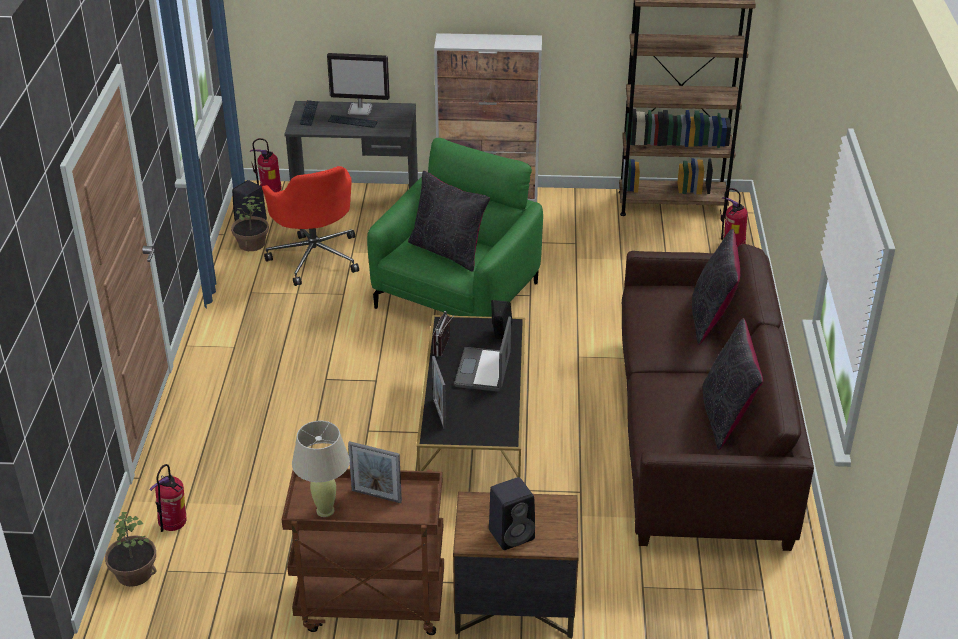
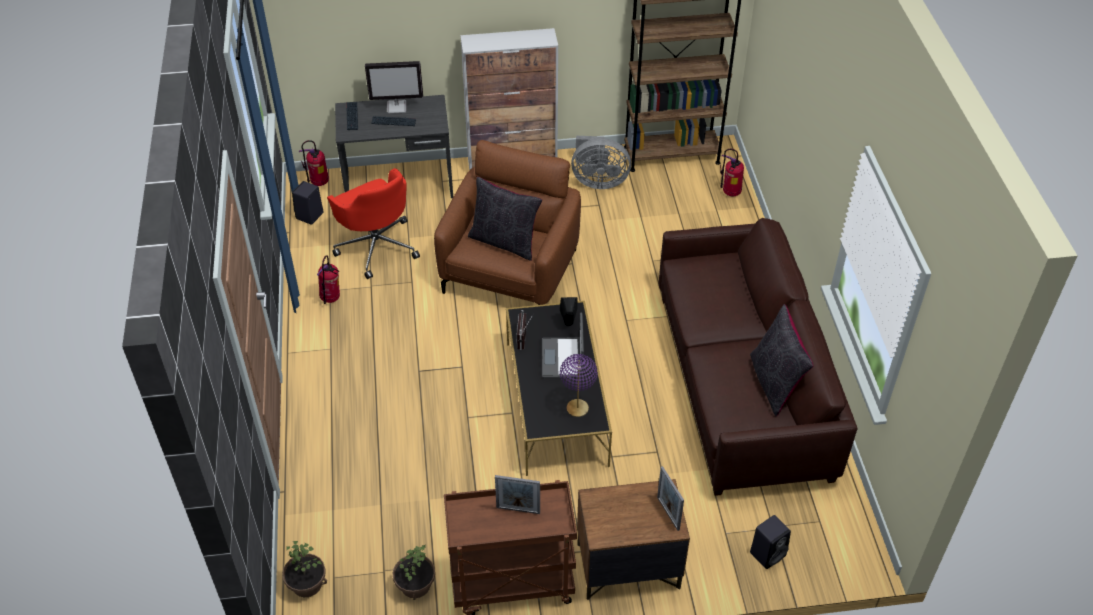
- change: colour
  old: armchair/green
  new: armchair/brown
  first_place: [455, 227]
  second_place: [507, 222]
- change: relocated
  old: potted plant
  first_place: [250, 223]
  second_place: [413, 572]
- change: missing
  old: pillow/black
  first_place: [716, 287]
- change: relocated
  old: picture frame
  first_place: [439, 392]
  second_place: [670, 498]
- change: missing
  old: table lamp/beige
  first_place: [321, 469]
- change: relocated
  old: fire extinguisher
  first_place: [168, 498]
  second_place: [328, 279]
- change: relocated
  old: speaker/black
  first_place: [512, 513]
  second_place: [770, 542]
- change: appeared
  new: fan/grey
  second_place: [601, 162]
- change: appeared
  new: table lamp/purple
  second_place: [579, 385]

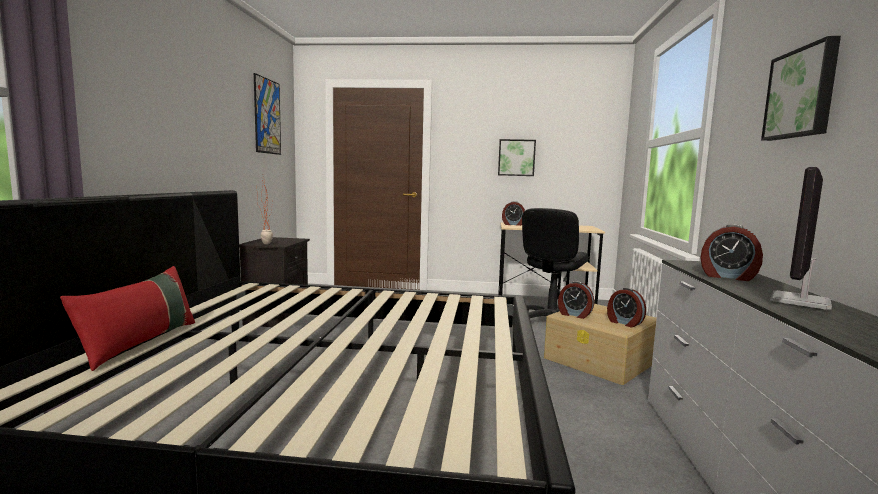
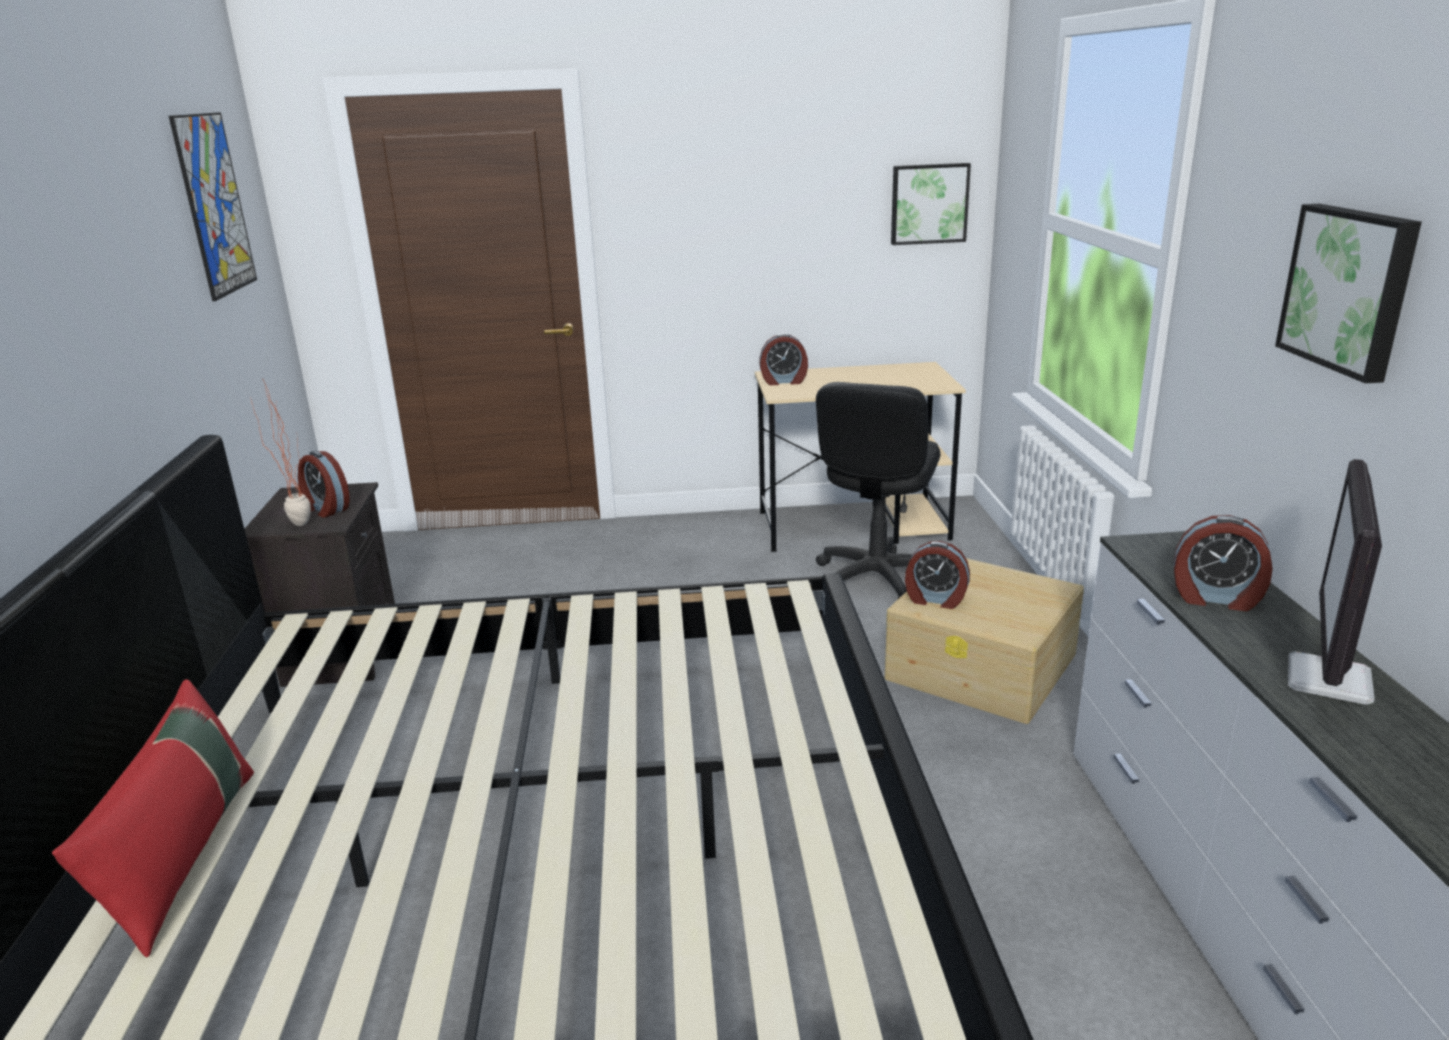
- change: relocated
  old: picture
  first_place: [517, 157]
  second_place: [931, 204]
- change: relocated
  old: alarm clock
  first_place: [626, 307]
  second_place: [324, 484]

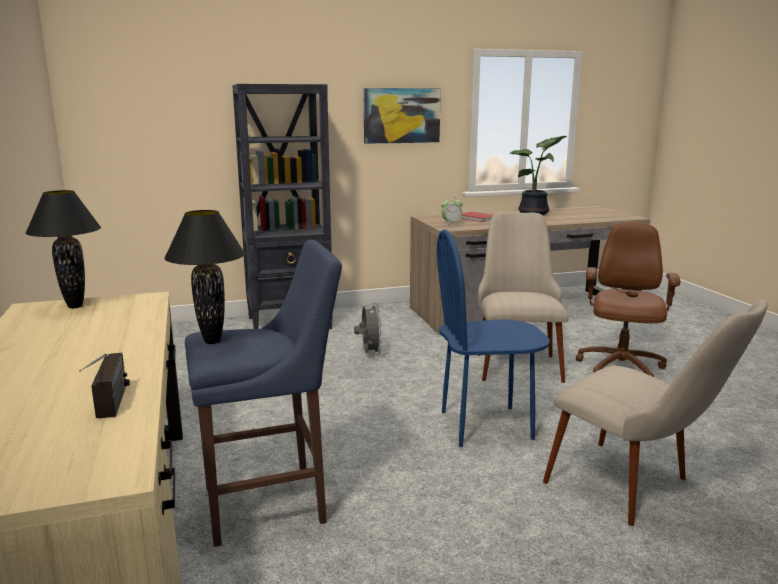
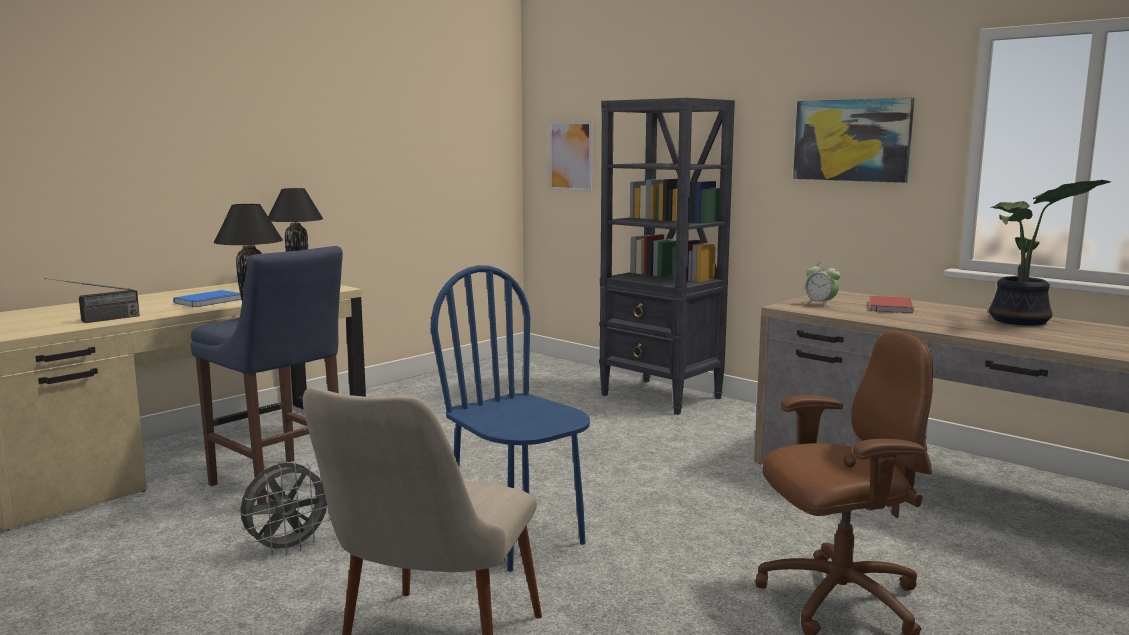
- change: missing
  old: chair/beige
  first_place: [522, 297]
- change: relocated
  old: fan/grey
  first_place: [368, 329]
  second_place: [285, 508]
- change: appeared
  new: picture
  second_place: [571, 156]
- change: appeared
  new: book/blue
  second_place: [207, 298]

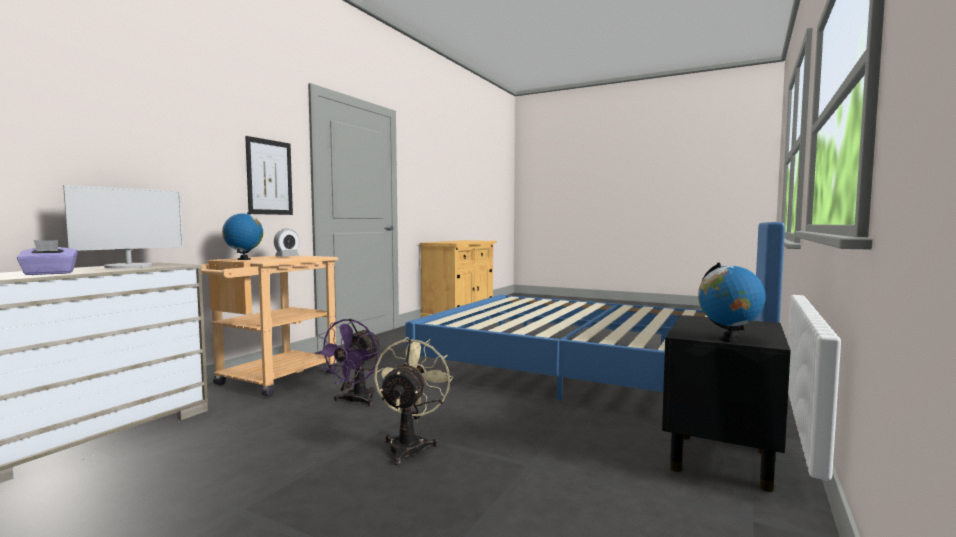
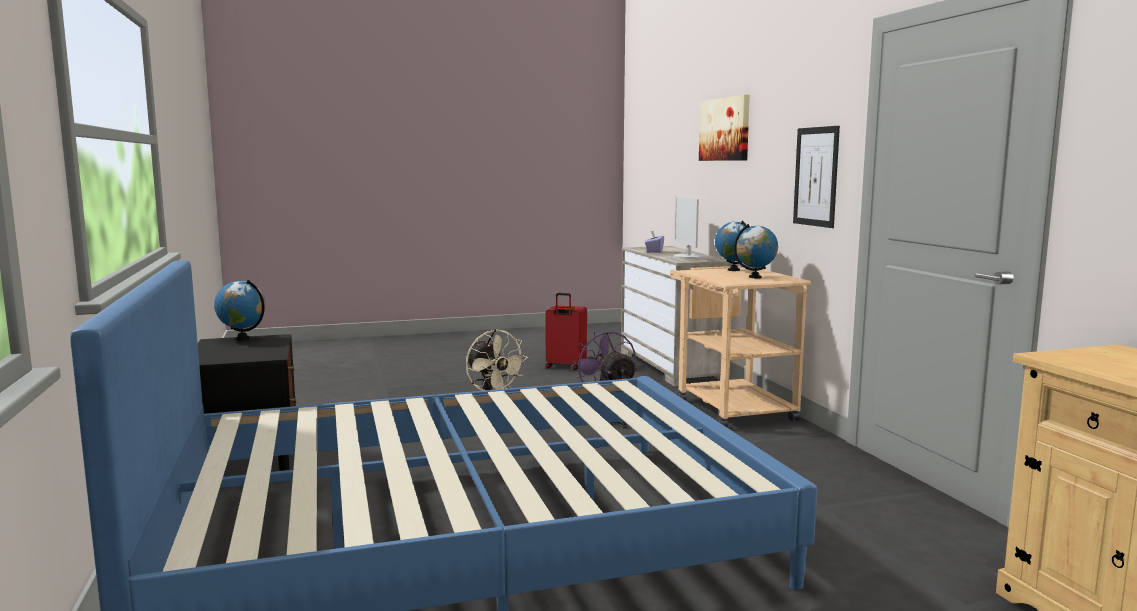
- change: exchanged
  old: alarm clock
  new: globe
  first_place: [286, 243]
  second_place: [756, 251]
- change: appeared
  new: picture
  second_place: [724, 128]
- change: appeared
  new: suitcase/red
  second_place: [566, 331]

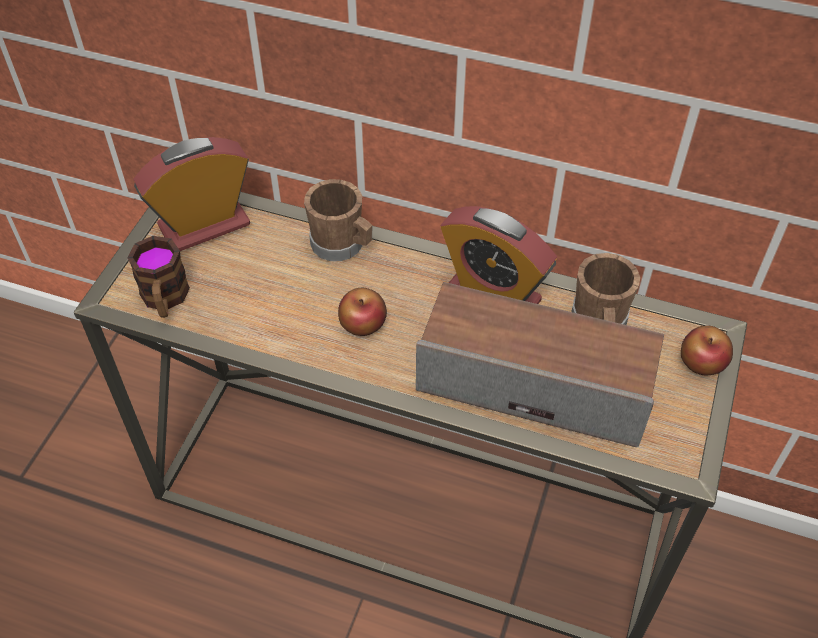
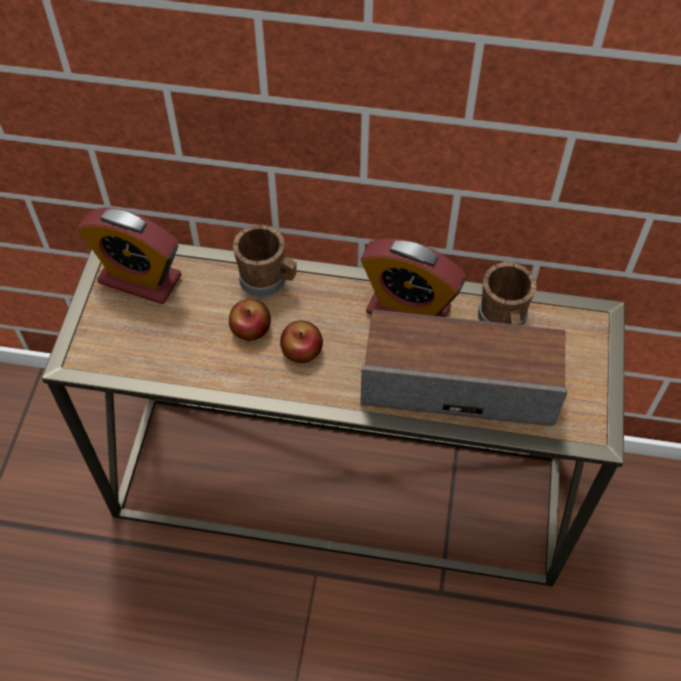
- change: spun
  old: alarm clock
  first_place: [191, 194]
  second_place: [129, 256]
  degrees: -120
- change: missing
  old: mug
  first_place: [159, 277]
- change: relocated
  old: apple
  first_place: [707, 350]
  second_place: [250, 320]

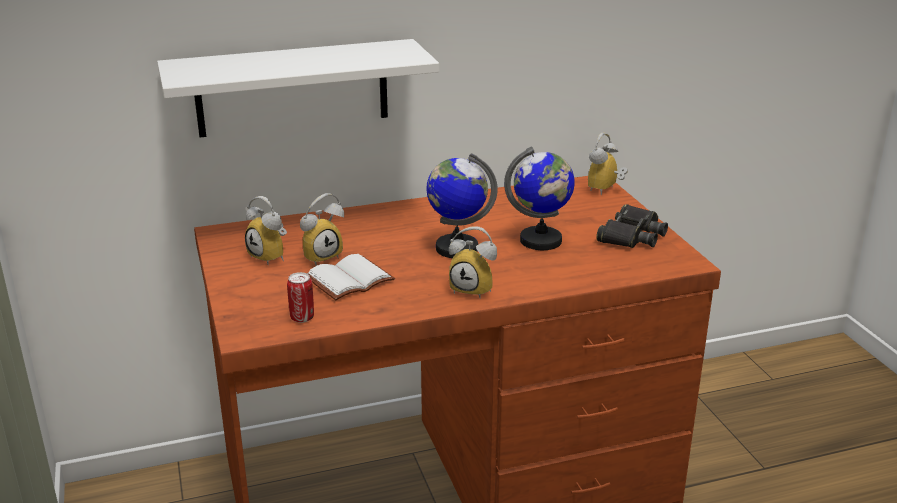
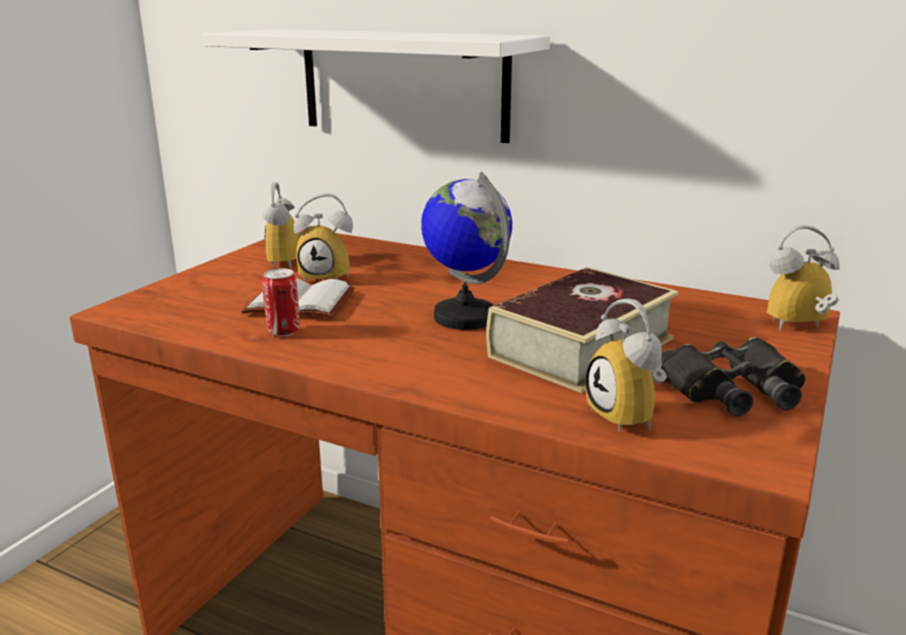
- change: exchanged
  old: globe
  new: book
  first_place: [539, 198]
  second_place: [582, 330]
- change: relocated
  old: alarm clock
  first_place: [473, 262]
  second_place: [626, 366]
- change: relocated
  old: can
  first_place: [300, 297]
  second_place: [281, 302]

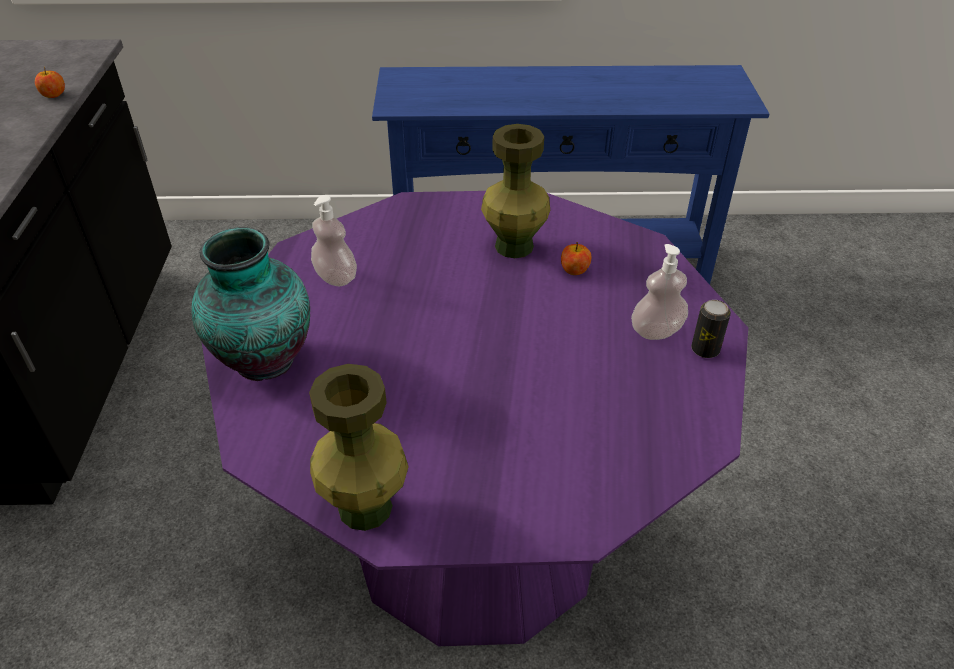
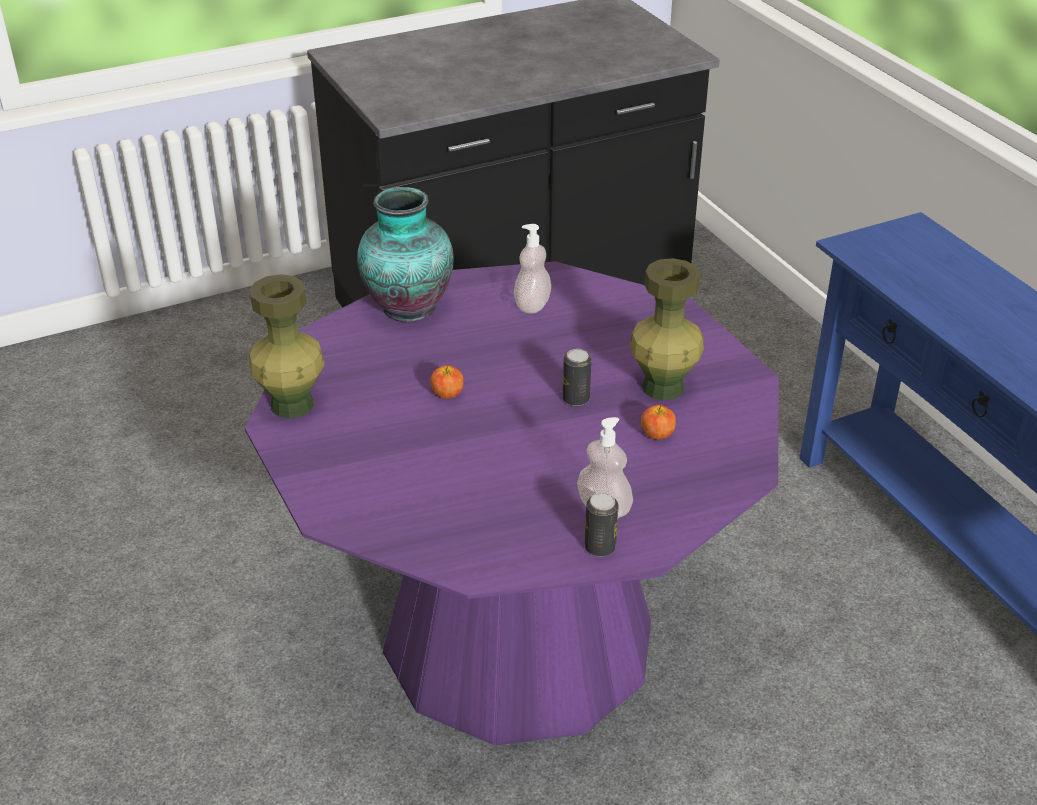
- change: relocated
  old: apple
  first_place: [50, 82]
  second_place: [447, 381]
- change: appeared
  new: can
  second_place: [576, 377]

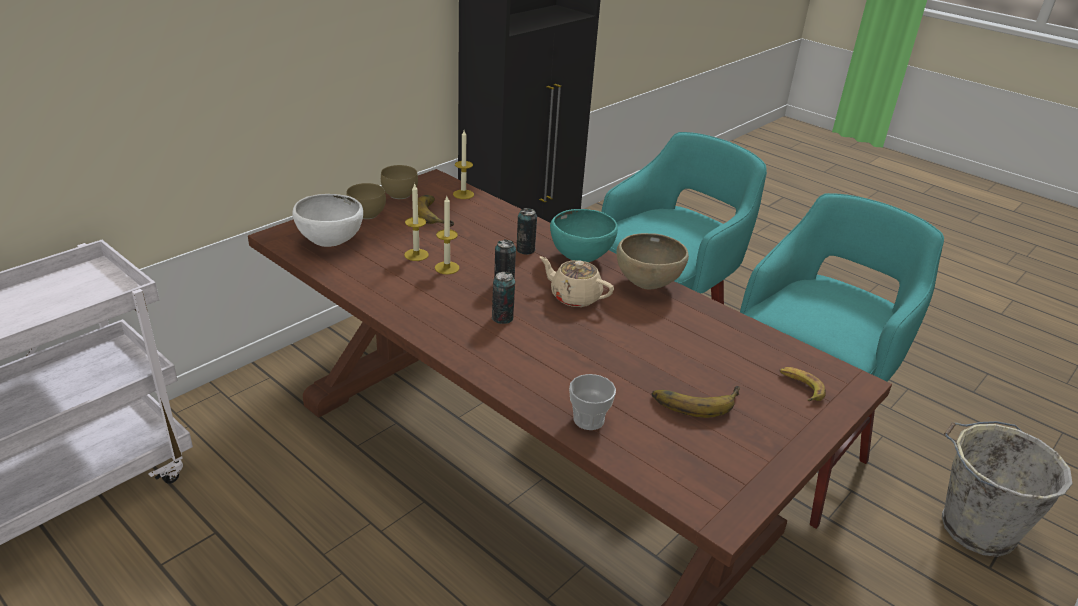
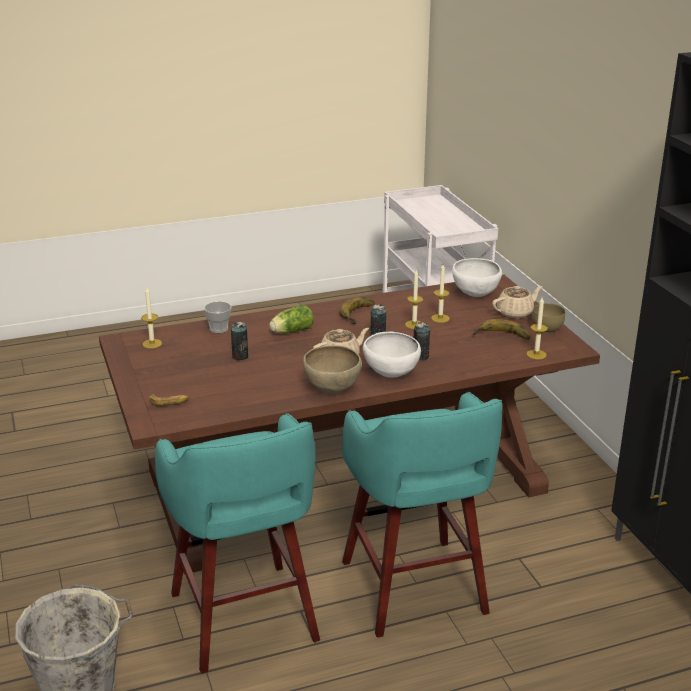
- change: exchanged
  old: bowl/brown
  new: teapot/beige
  first_place: [366, 201]
  second_place: [517, 302]
- change: colour
  old: bowl/turquoise
  new: bowl/white
  first_place: [584, 235]
  second_place: [392, 354]
- change: relocated
  old: can
  first_place: [503, 298]
  second_place: [239, 341]
- change: relocated
  old: banana
  first_place: [696, 402]
  second_place: [356, 310]
- change: appeared
  new: candle
  second_place: [151, 318]
- change: appeared
  new: lettuce
  second_place: [291, 319]

